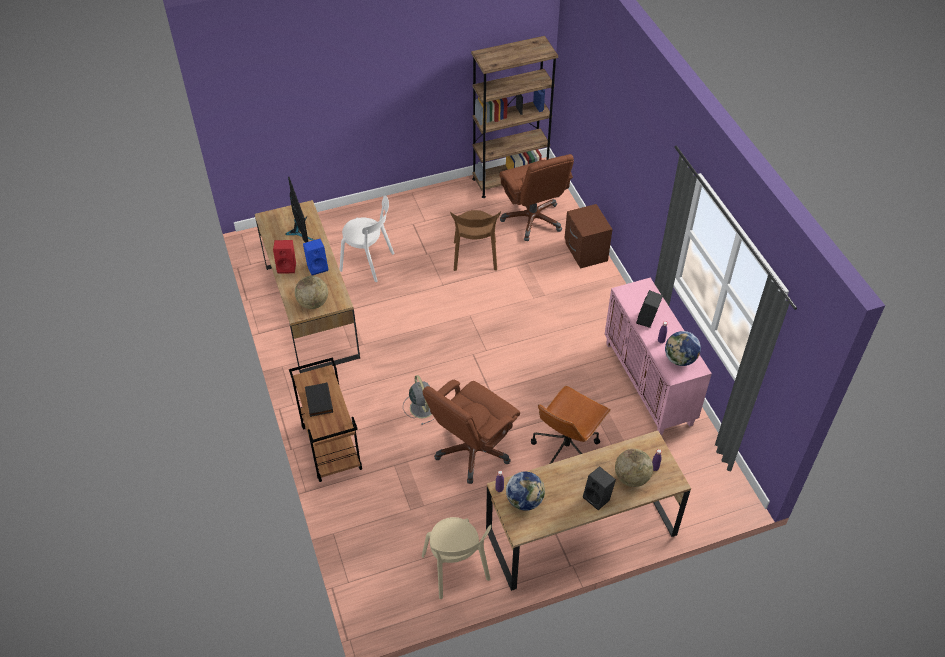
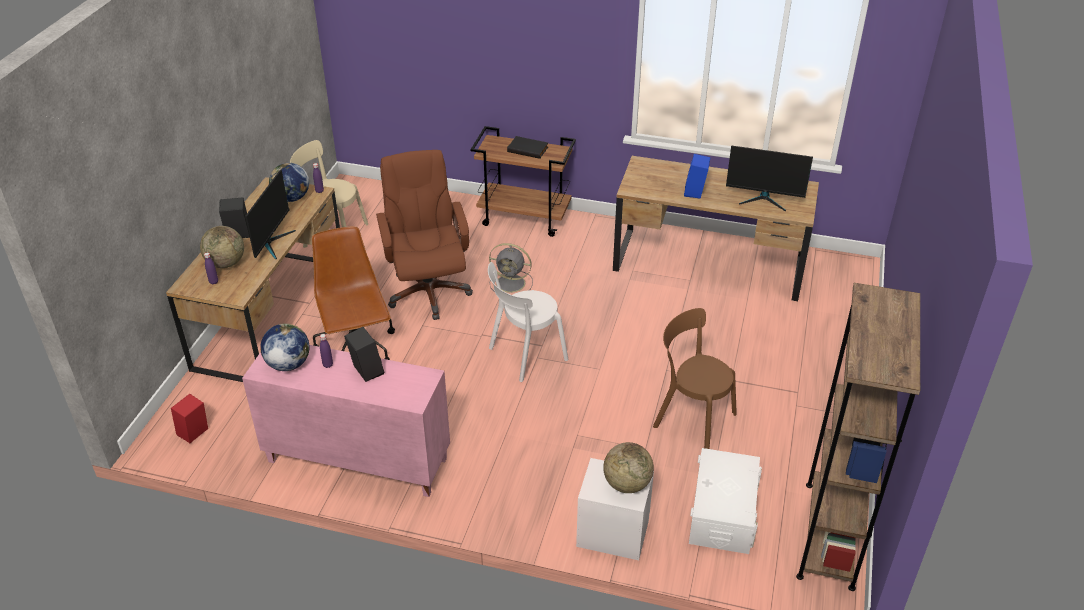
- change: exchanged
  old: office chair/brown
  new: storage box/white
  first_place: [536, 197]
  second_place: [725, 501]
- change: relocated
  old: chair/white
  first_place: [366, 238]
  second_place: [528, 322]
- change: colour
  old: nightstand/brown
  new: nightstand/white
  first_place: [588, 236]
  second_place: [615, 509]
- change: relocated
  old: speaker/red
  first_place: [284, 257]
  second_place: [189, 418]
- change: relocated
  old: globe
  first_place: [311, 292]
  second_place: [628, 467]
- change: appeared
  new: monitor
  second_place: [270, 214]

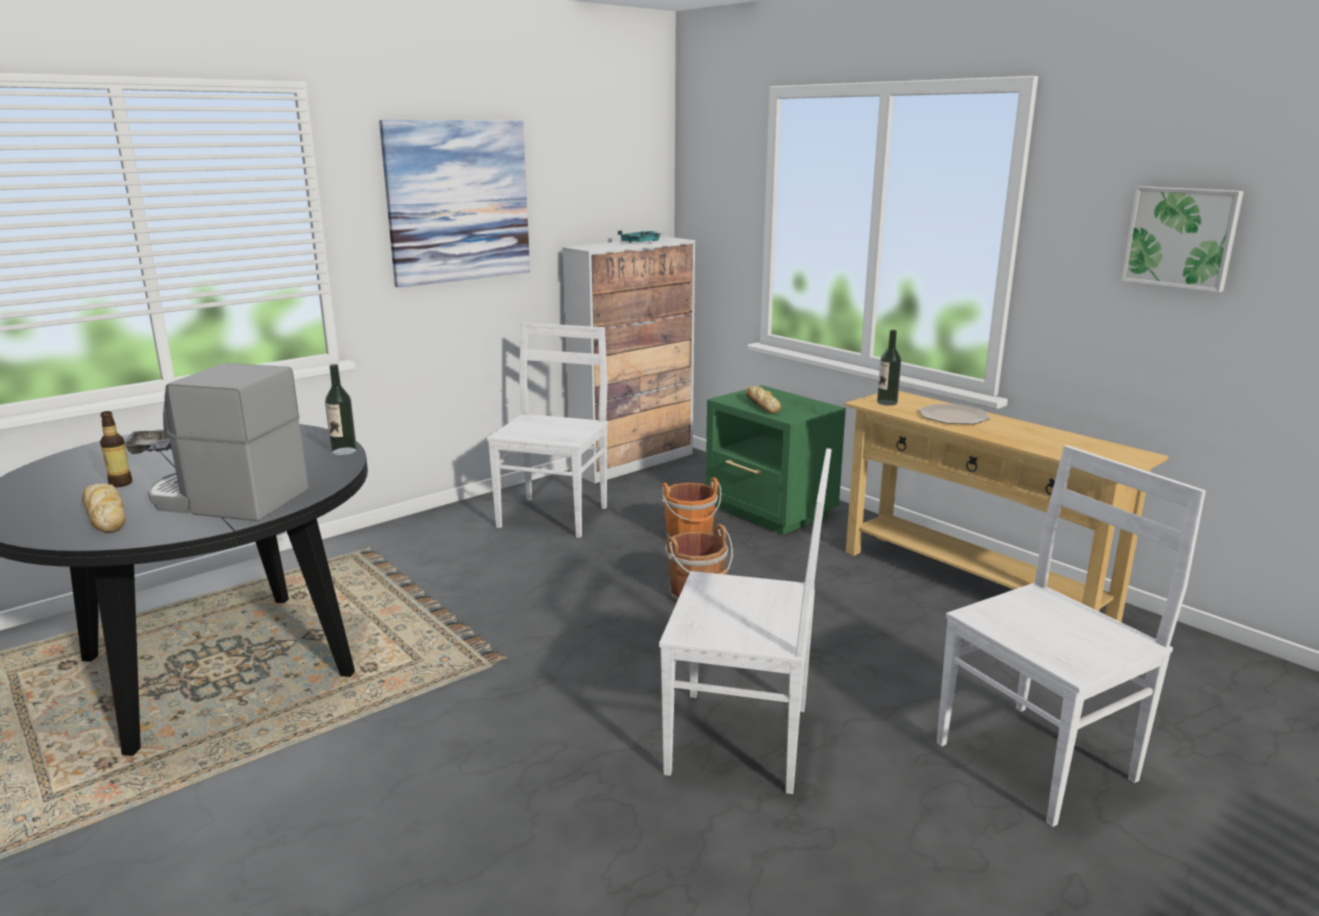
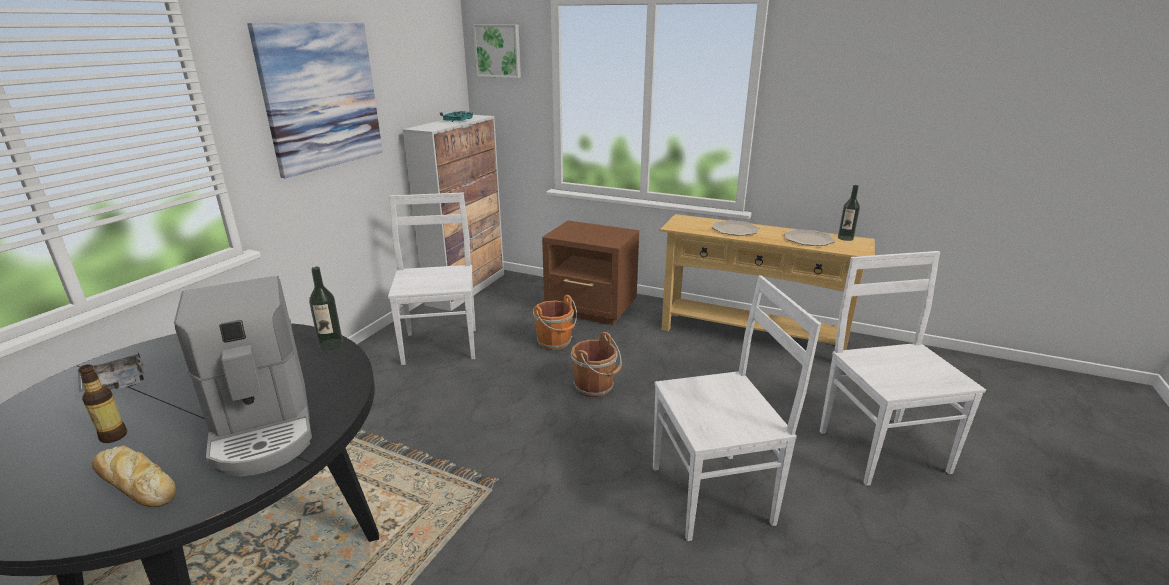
- change: relocated
  old: picture
  first_place: [1182, 239]
  second_place: [497, 51]
- change: relocated
  old: bottle
  first_place: [889, 368]
  second_place: [849, 213]
- change: spun
  old: coffee machine
  first_place: [228, 442]
  second_place: [243, 376]
  degrees: -105
- change: colour
  old: nightstand/green
  new: nightstand/brown
  first_place: [776, 460]
  second_place: [590, 272]
- change: missing
  old: bread
  first_place: [763, 400]
- change: spun
  old: chair/white
  first_place: [1071, 636]
  second_place: [903, 368]
  degrees: -45
- change: appeared
  new: plate
  second_place: [809, 237]

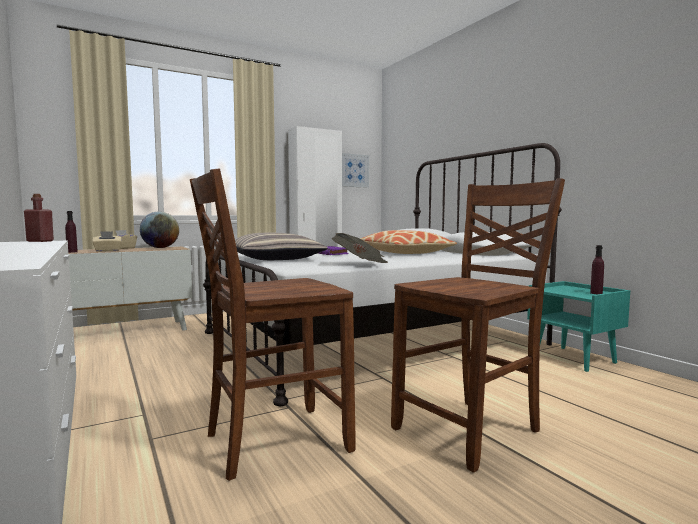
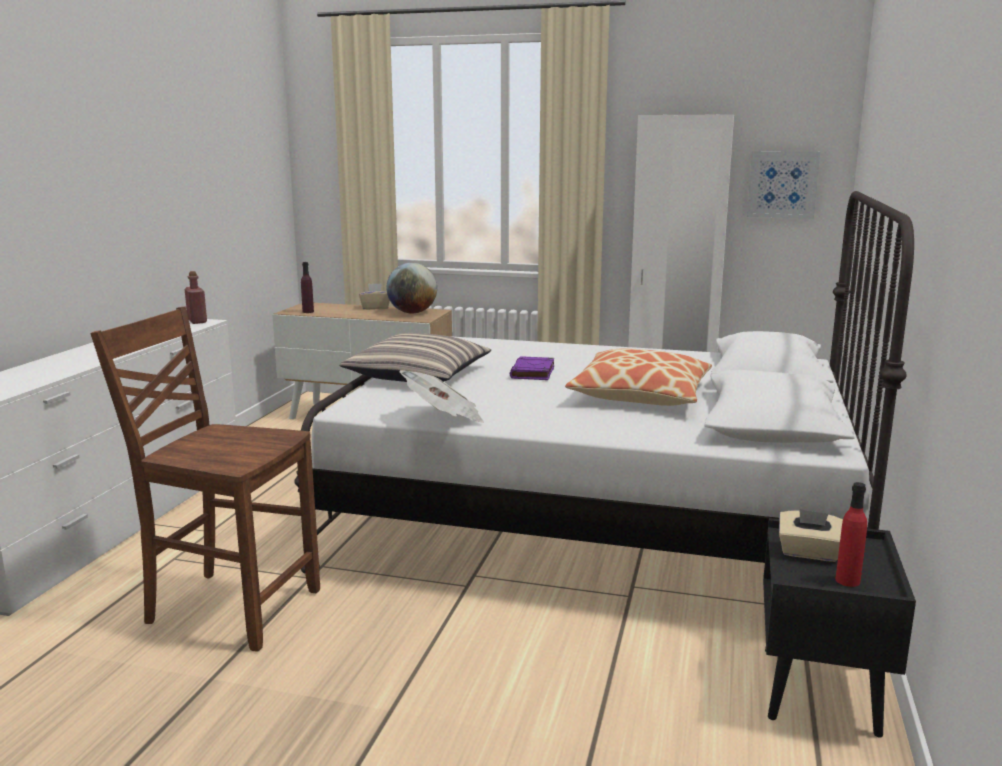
- change: missing
  old: chair/brown
  first_place: [478, 325]
- change: relocated
  old: tissue box/beige
  first_place: [107, 241]
  second_place: [811, 535]
- change: colour
  old: bottle/purple
  new: bottle/red
  first_place: [597, 269]
  second_place: [851, 534]
- change: colour
  old: nightstand/turquoise
  new: nightstand/black
  first_place: [578, 326]
  second_place: [839, 628]

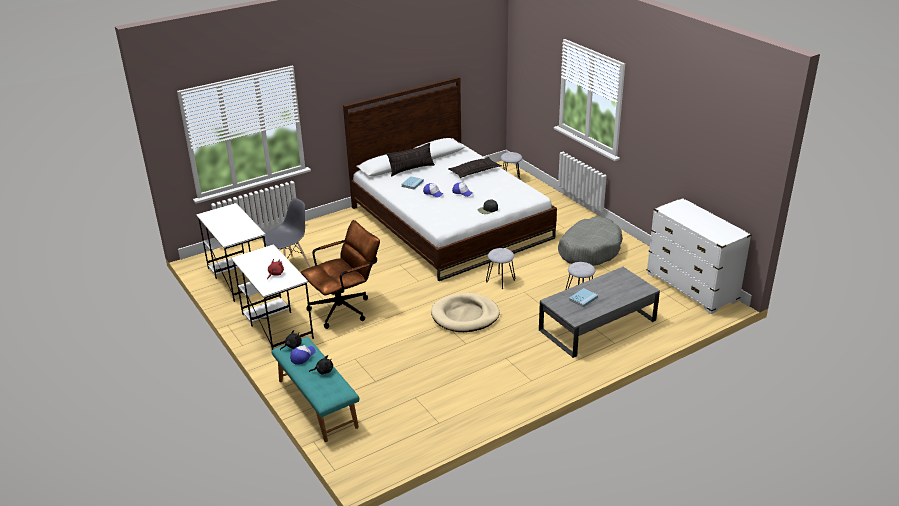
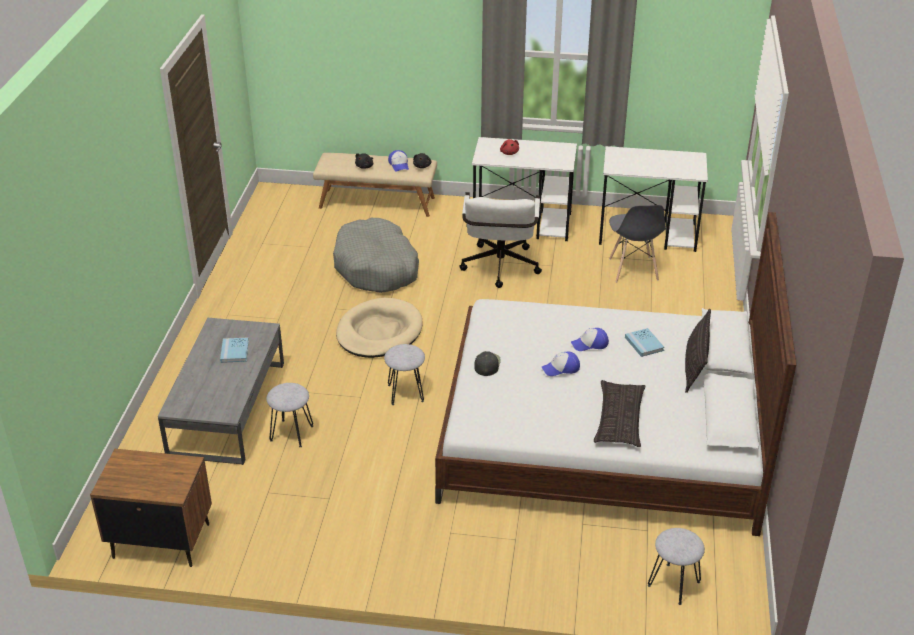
- change: exchanged
  old: dresser/white
  new: nightstand/brown
  first_place: [699, 256]
  second_place: [151, 508]
- change: relocated
  old: dog bed/grey
  first_place: [590, 241]
  second_place: [376, 255]
- change: colour
  old: office chair/brown
  new: office chair/white
  first_place: [340, 274]
  second_place: [501, 240]
- change: colour
  old: bench/turquoise
  new: bench/beige
  first_place: [315, 389]
  second_place: [375, 185]

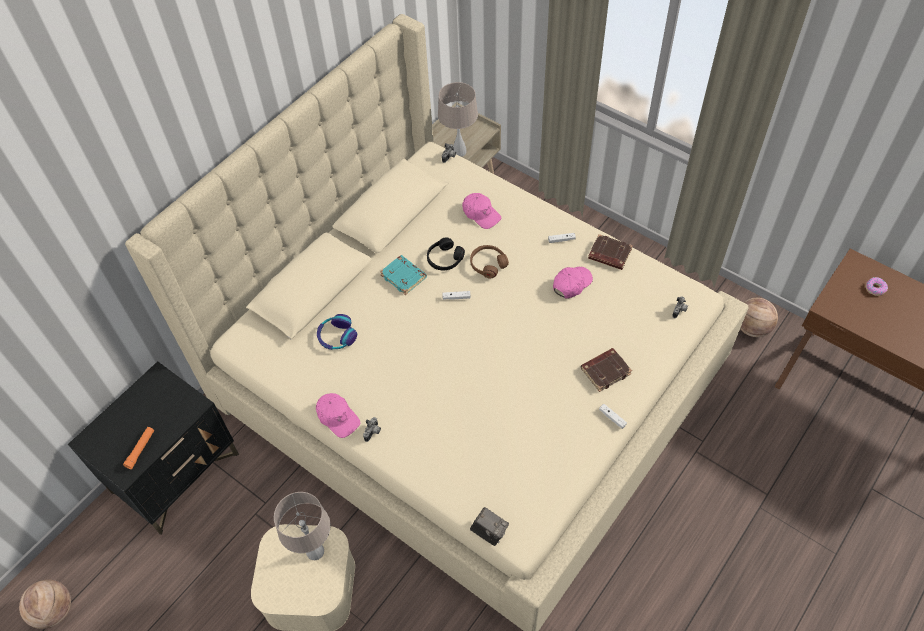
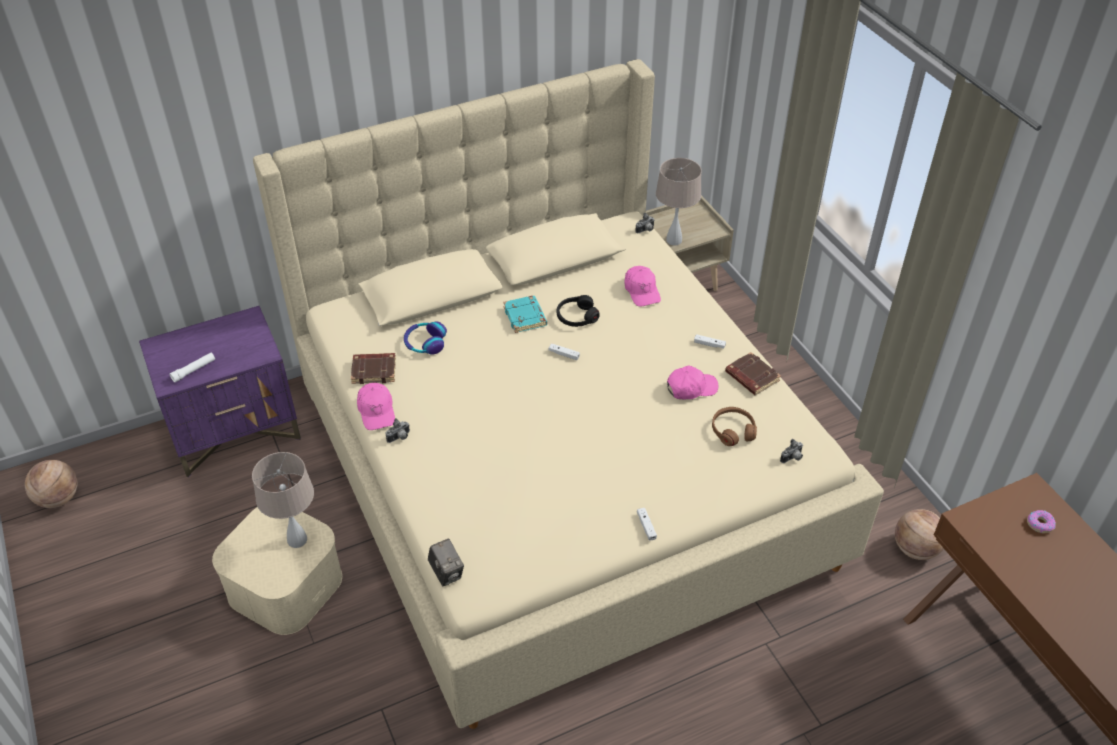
- change: relocated
  old: headphones/brown
  first_place: [489, 261]
  second_place: [734, 426]
- change: relocated
  old: book/brown
  first_place: [606, 370]
  second_place: [373, 368]
- change: colour
  old: nightstand/black
  new: nightstand/purple
  first_place: [153, 448]
  second_place: [220, 391]
- change: colour
  old: flashlight/orange
  new: flashlight/white
  first_place: [138, 448]
  second_place: [192, 367]

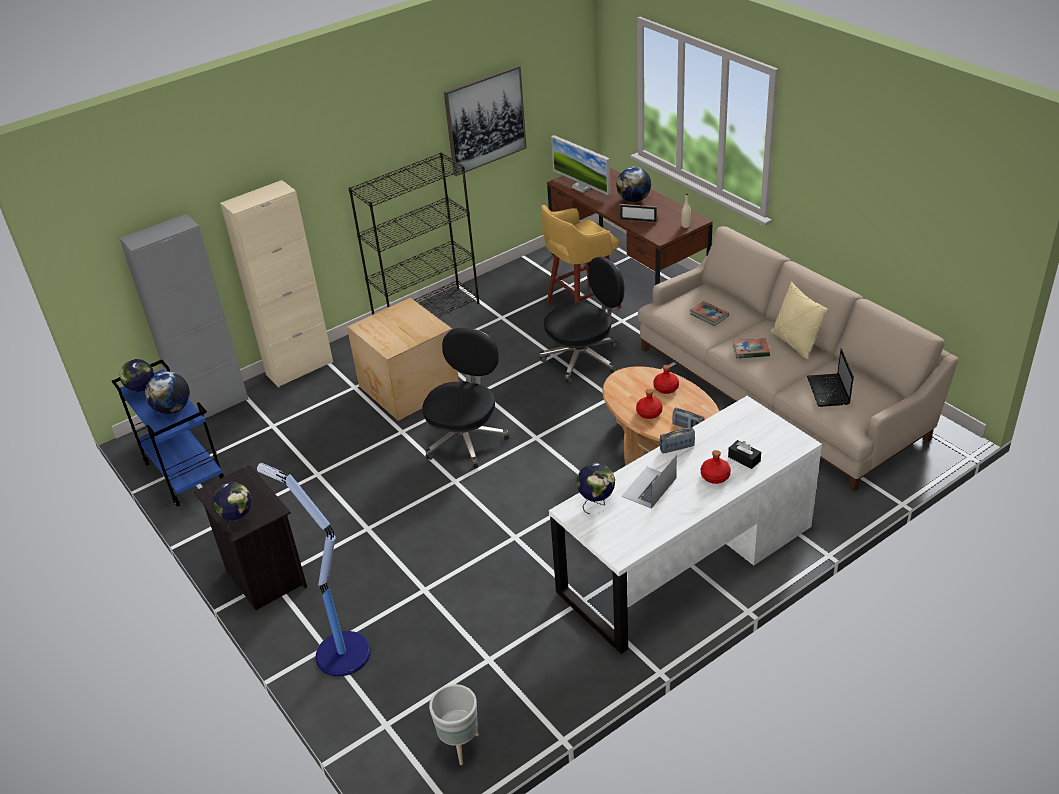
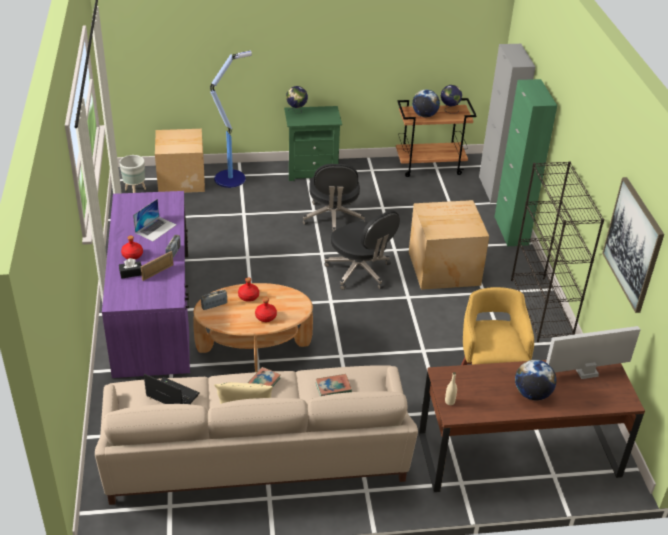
- change: colour
  old: cabinet/beige
  new: cabinet/green
  first_place: [276, 284]
  second_place: [525, 162]
- change: relocated
  old: picture frame
  first_place: [638, 213]
  second_place: [157, 266]
- change: relocated
  old: office chair/black
  first_place: [582, 320]
  second_place: [334, 198]
- change: colour
  old: cart/blue
  new: cart/brown
  first_place: [168, 433]
  second_place: [436, 137]
- change: colour
  old: desk/white
  new: desk/purple
  first_place: [685, 525]
  second_place: [146, 284]
- change: spun
  old: laptop
  first_place: [649, 481]
  second_place: [155, 220]
  degrees: 60
- change: missing
  old: globe
  first_place: [595, 488]
- change: colour
  old: nightstand/black
  new: nightstand/green
  first_place: [250, 537]
  second_place: [313, 143]
- change: appeared
  new: cardboard box
  second_place: [180, 161]

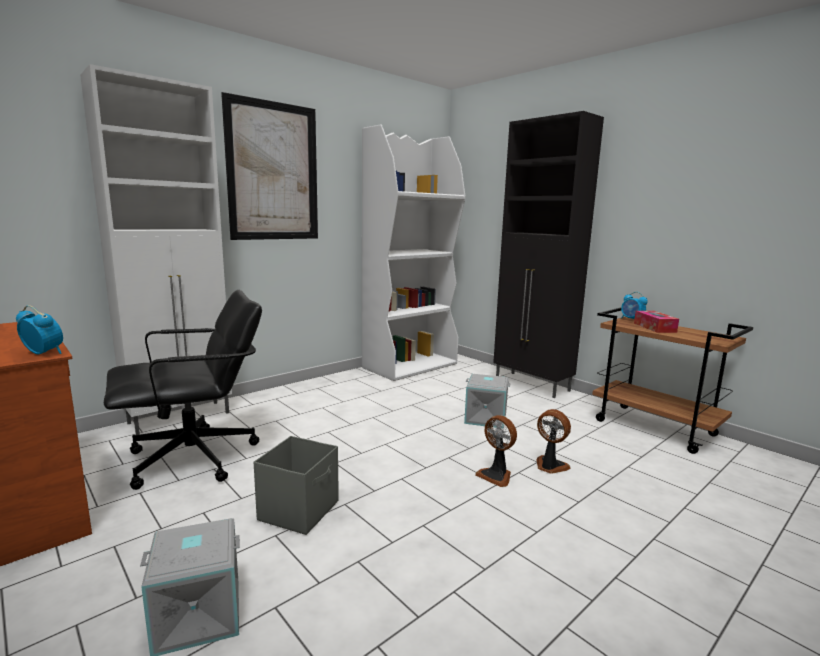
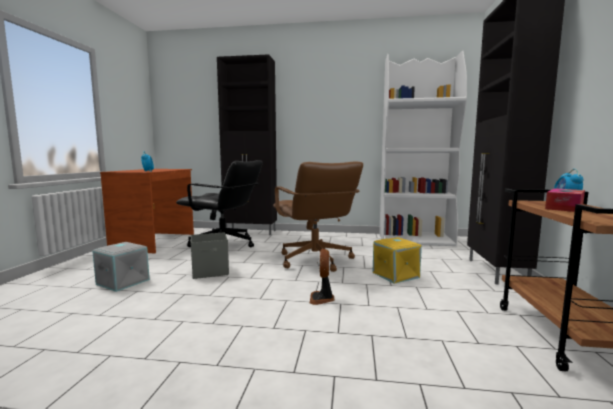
- change: colour
  old: cabinet/white
  new: cabinet/black
  first_place: [156, 249]
  second_place: [247, 144]
- change: missing
  old: picture
  first_place: [269, 166]
- change: colour
  old: storage box/grey
  new: storage box/yellow
  first_place: [487, 401]
  second_place: [397, 260]
- change: missing
  old: fan
  first_place: [554, 441]
- change: appeared
  new: office chair/brown
  second_place: [318, 216]

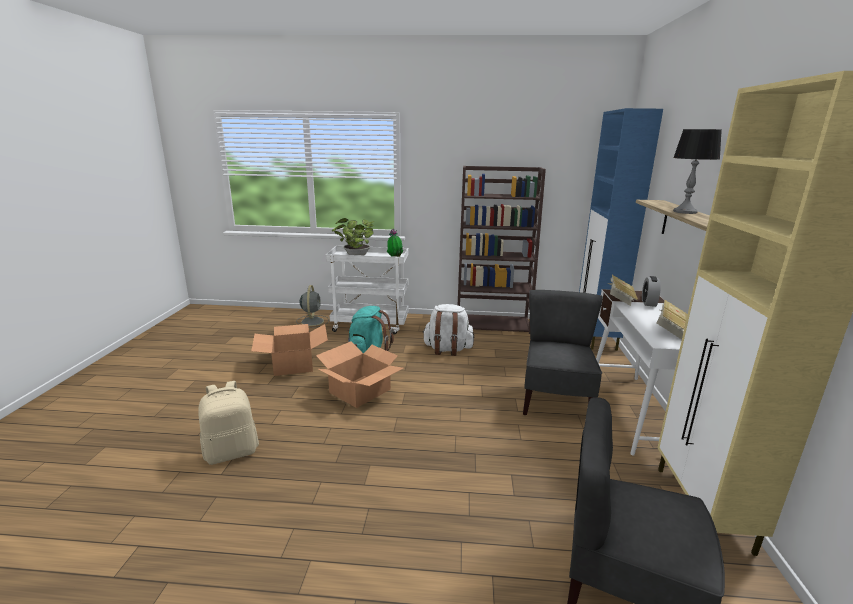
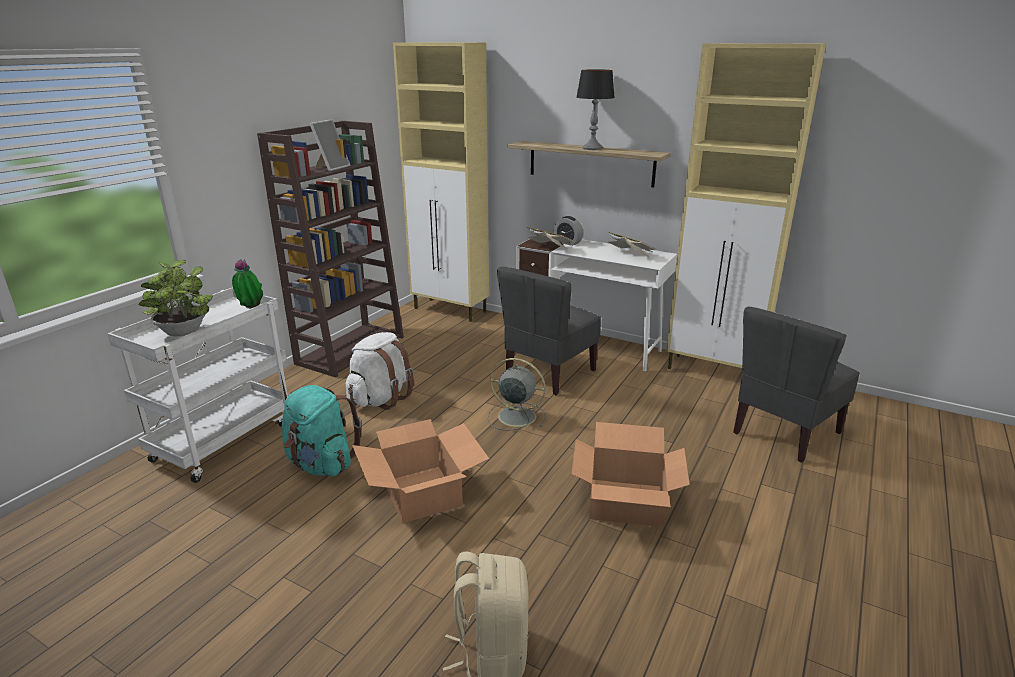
- change: colour
  old: cabinet/blue
  new: cabinet/beige
  first_place: [621, 229]
  second_place: [441, 182]
- change: relocated
  old: fan/grey
  first_place: [312, 306]
  second_place: [516, 394]
- change: spun
  old: chair/grey
  first_place: [563, 352]
  second_place: [549, 331]
  degrees: -90
- change: relocated
  old: cardboard box
  first_place: [289, 350]
  second_place: [631, 474]
- change: appeared
  new: picture frame
  second_place: [330, 145]

